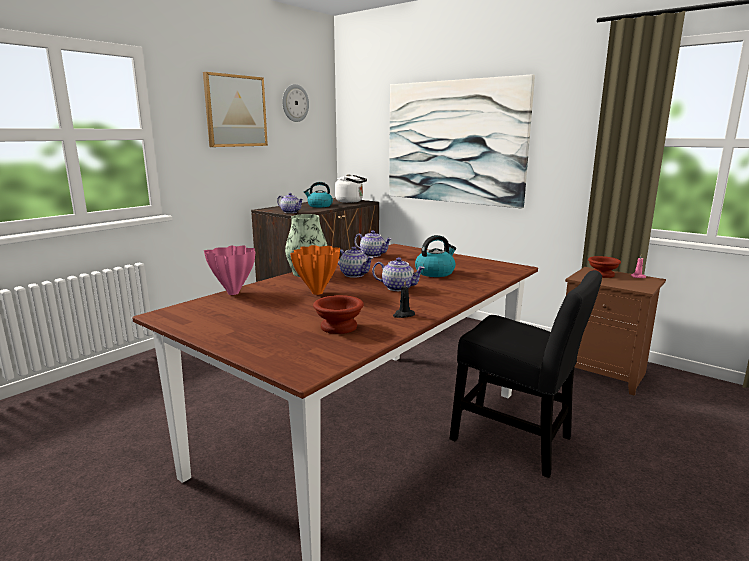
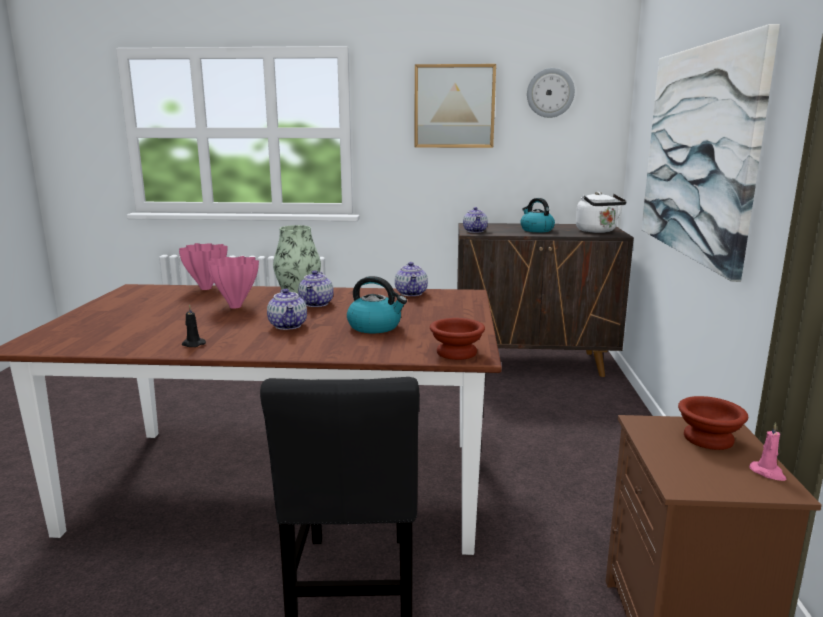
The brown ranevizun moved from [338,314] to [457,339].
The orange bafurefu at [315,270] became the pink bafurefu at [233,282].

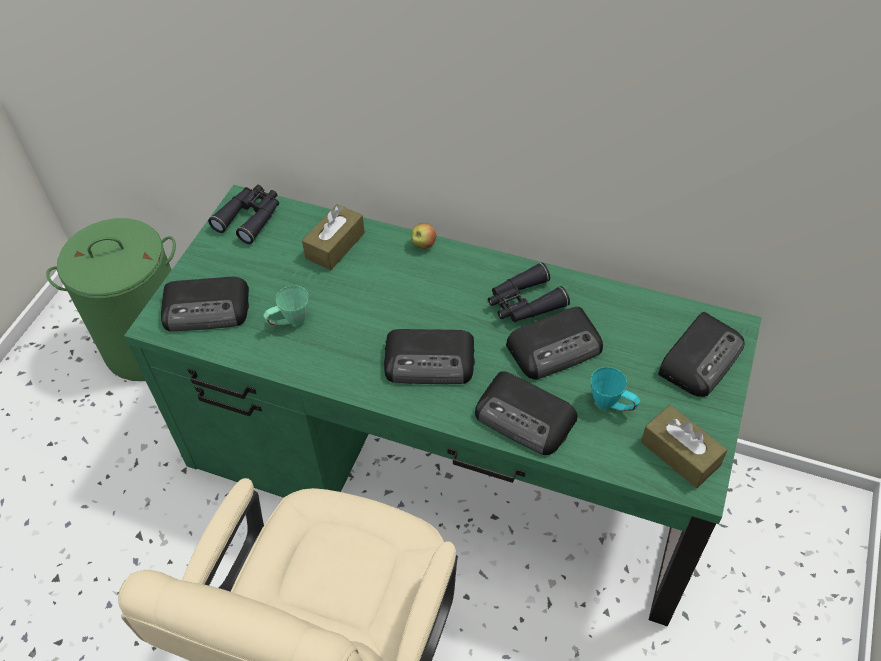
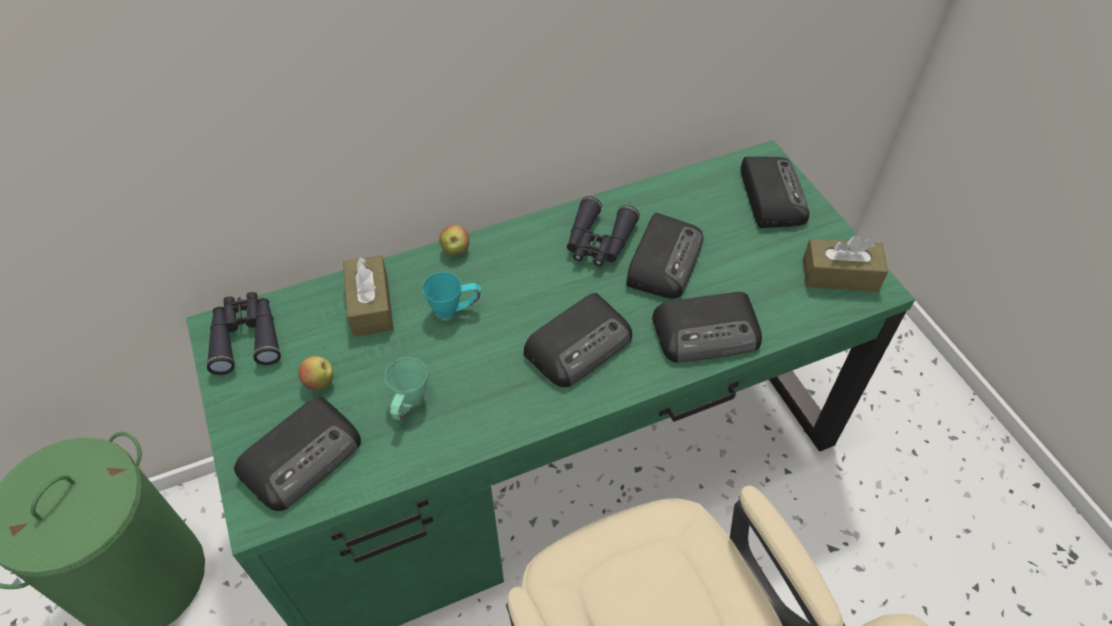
The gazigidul at [315,373] appeared.
The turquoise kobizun moved from [615,389] to [451,295].

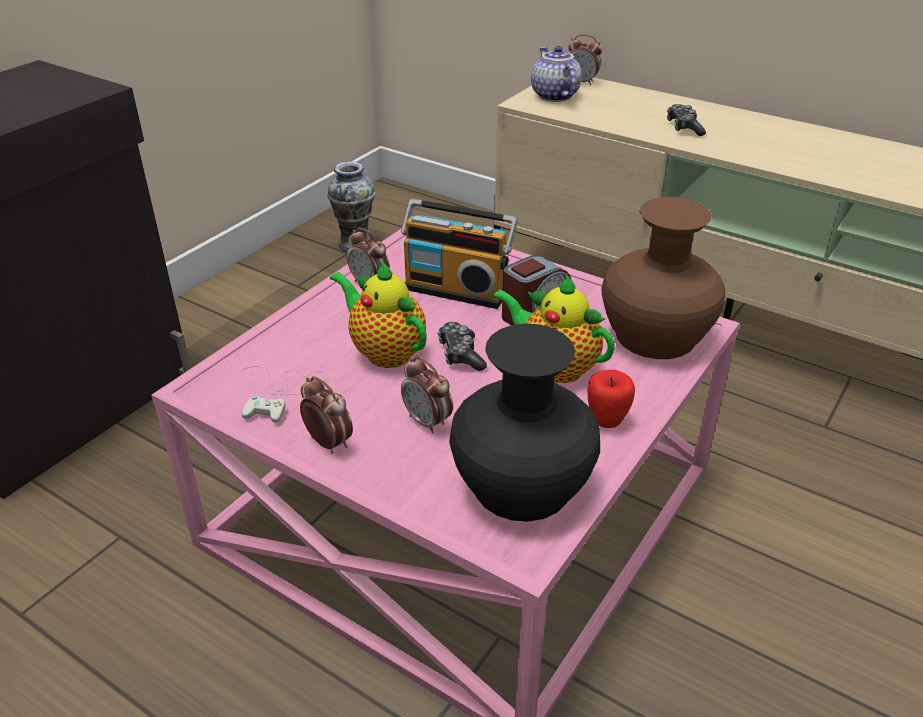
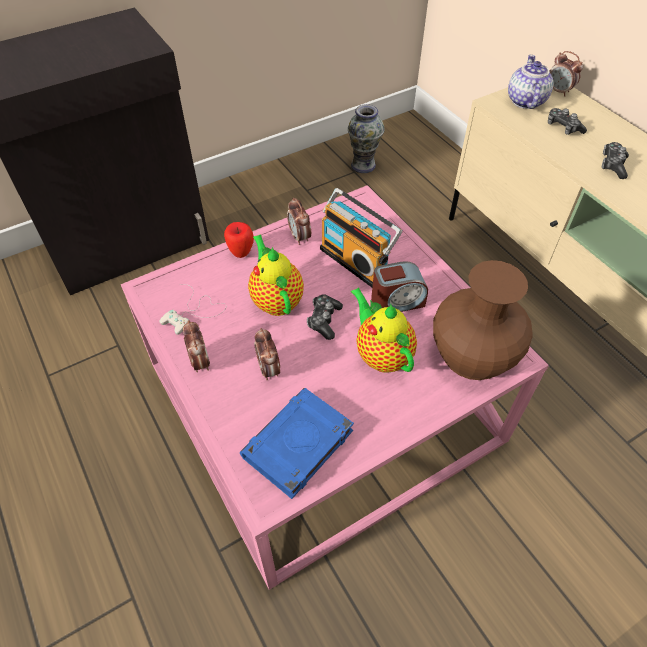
The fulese at [567,121] appeared.
The gazigidul moved from [611,399] to [239,240].
The black bafurefu at [524,423] was replaced by the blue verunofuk at [297,443].

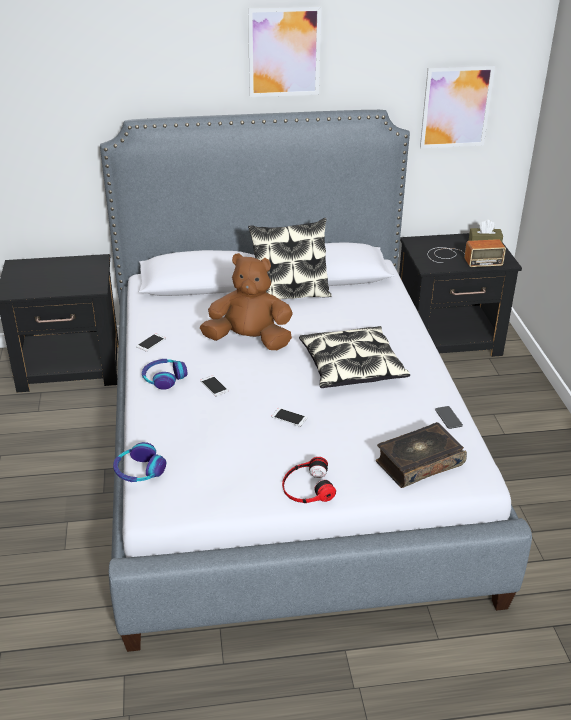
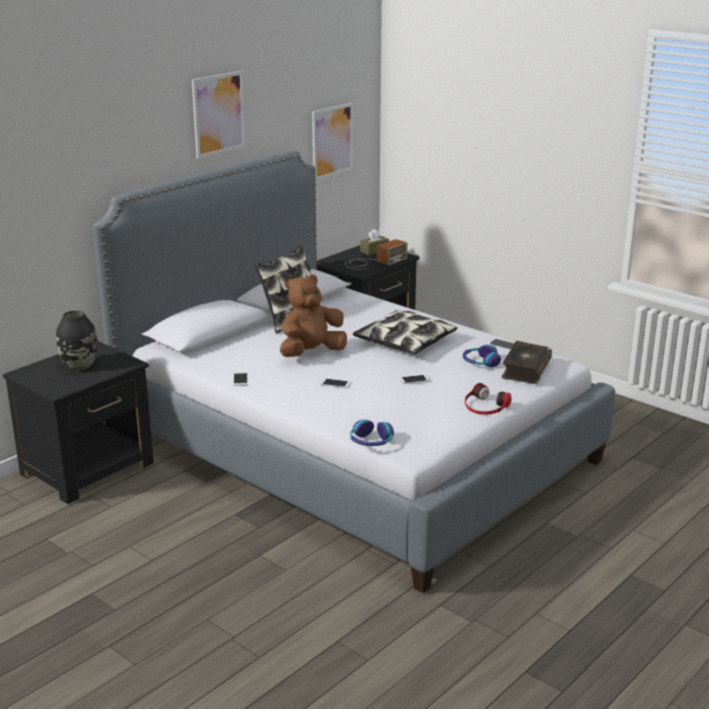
The black bafurefu at [77,340] appeared.
The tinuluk moved from [164,374] to [482,356].

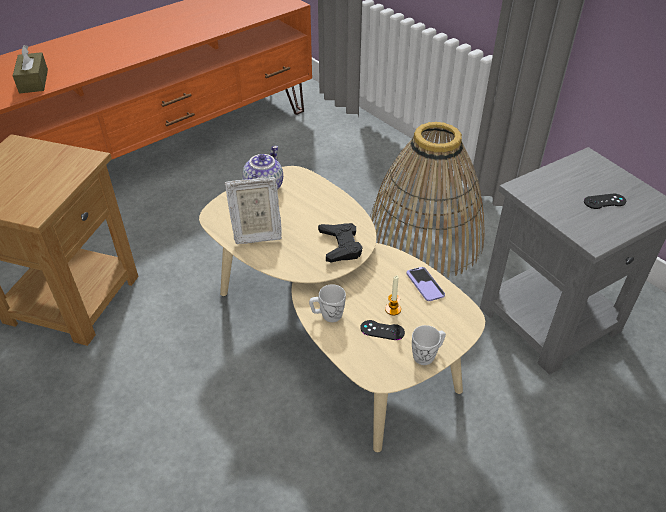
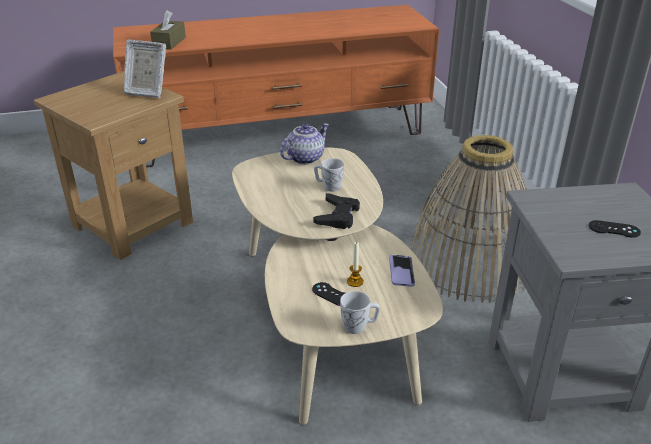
The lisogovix moved from [253,210] to [145,68].
The white kobizun moved from [327,303] to [329,175].

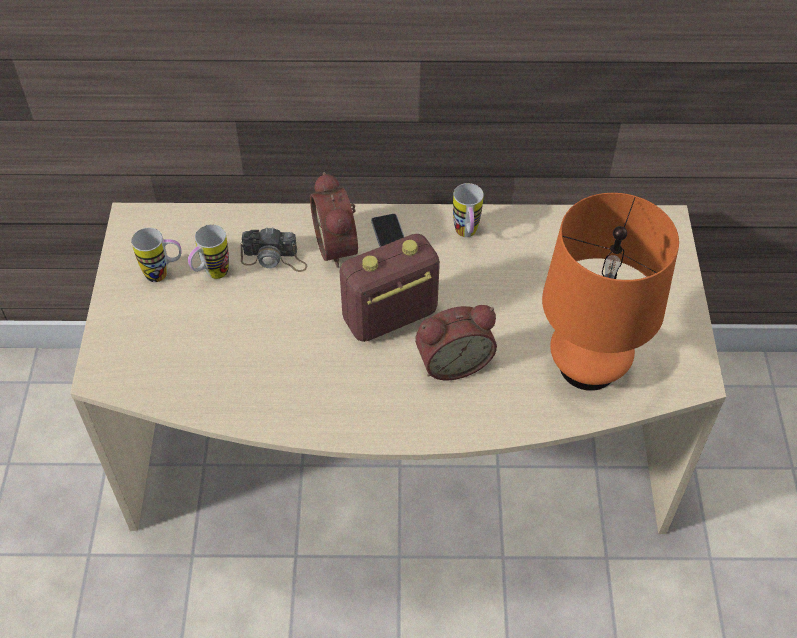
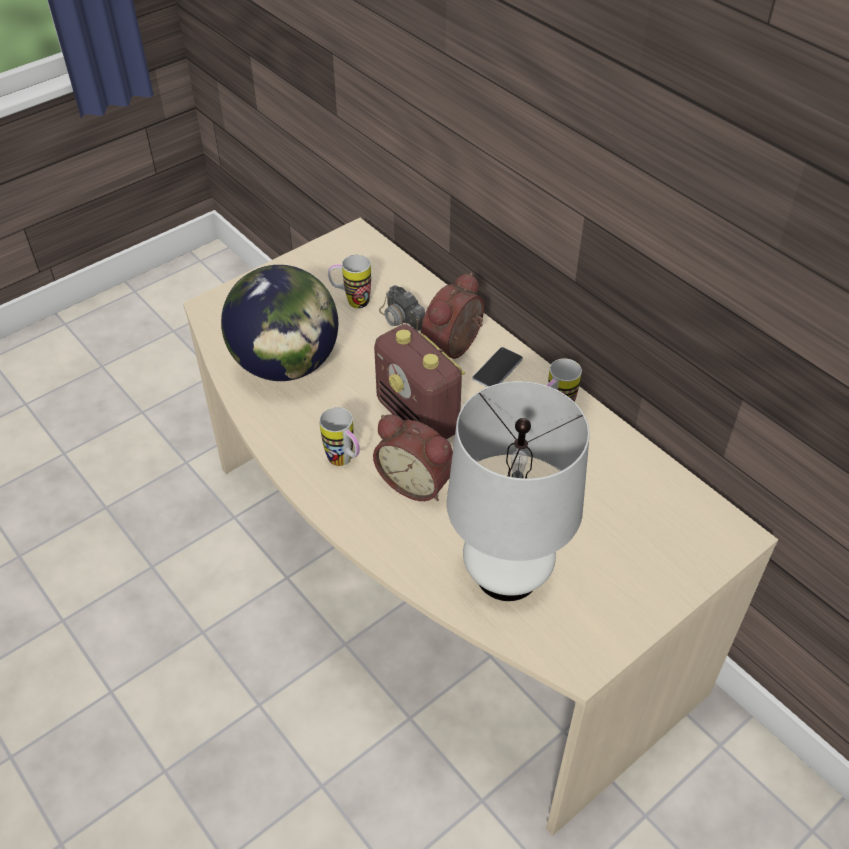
The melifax at [279,323] appeared.
The kobizun moved from [156,255] to [339,436].
The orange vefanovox at [610,292] became the white vefanovox at [518,491].
The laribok at [389,288] turned 150 degrees counterclockwise.

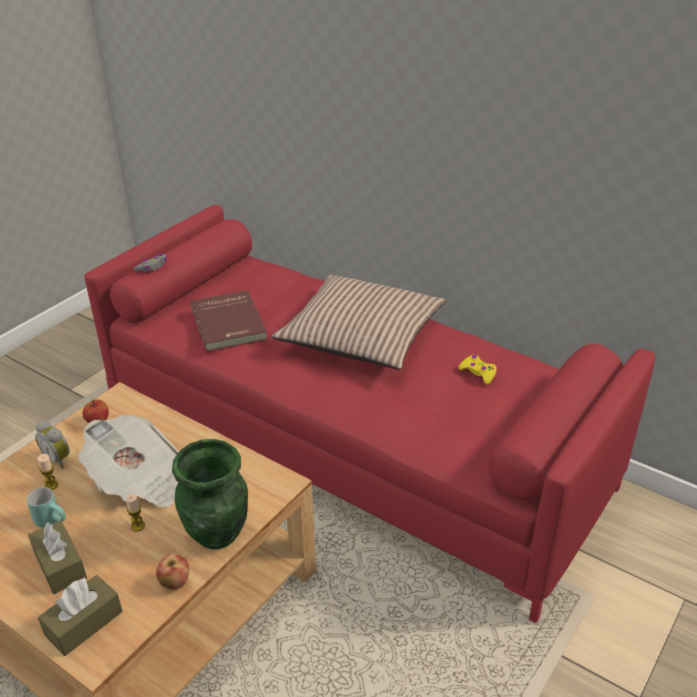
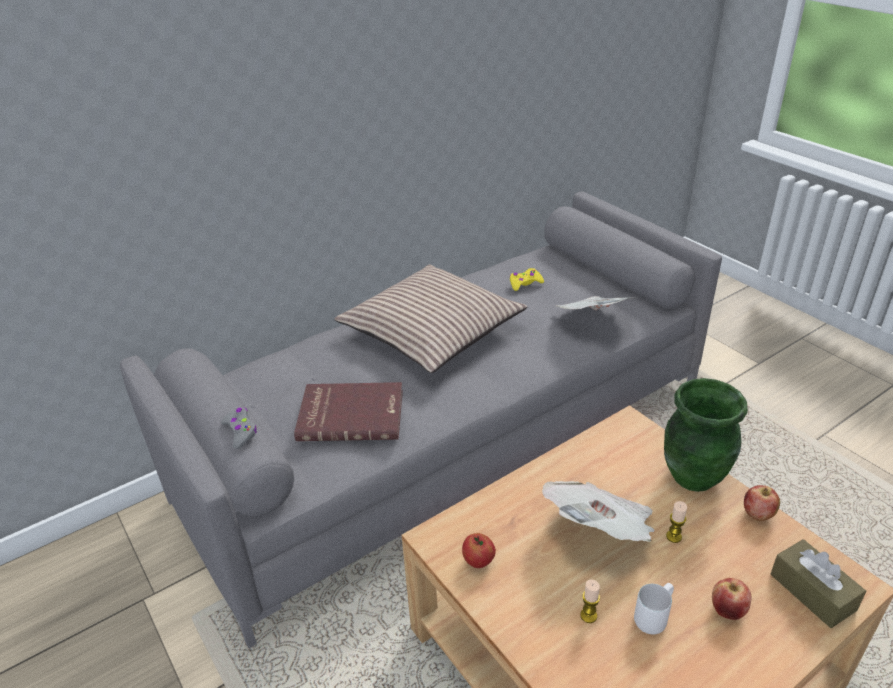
The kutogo at [52,445] disappeared.
The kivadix at [595,303] appeared.
The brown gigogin at [57,557] was replaced by the gazigidul at [732,599].
The turquoise kobizun at [46,507] became the white kobizun at [654,608].
The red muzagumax at [369,414] became the grey muzagumax at [421,419].

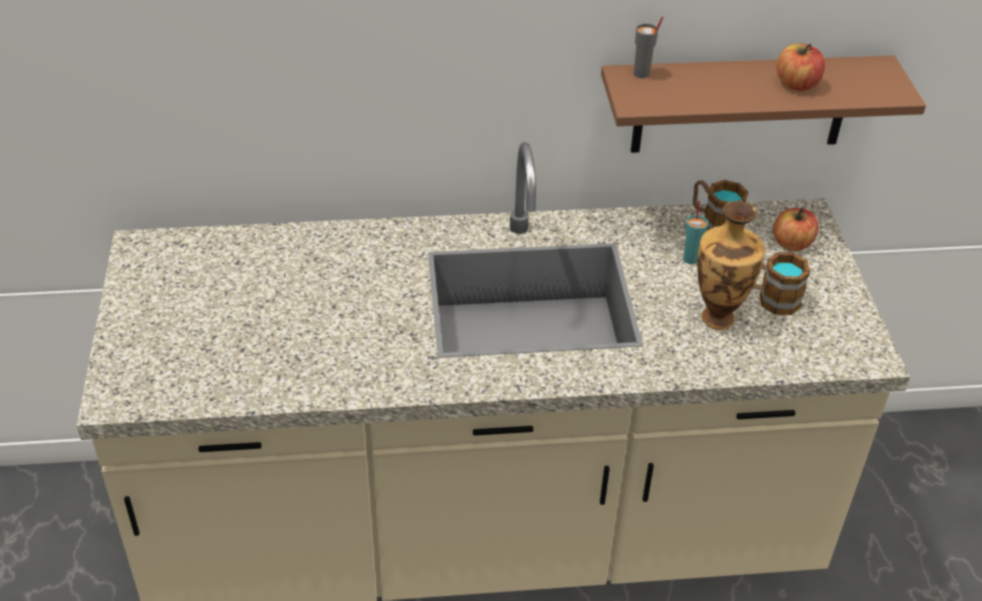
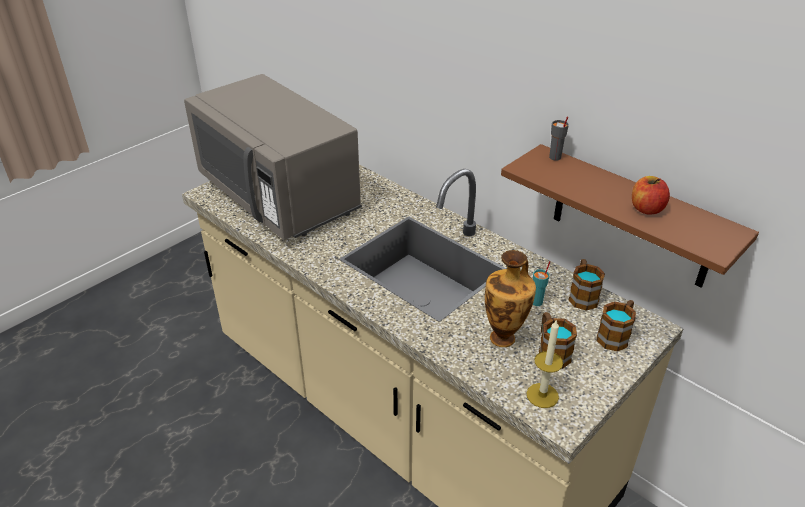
The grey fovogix at [273,157] appeared.
The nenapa at [545,363] appeared.
The gazigidul at [795,229] was replaced by the kobizun at [616,325].

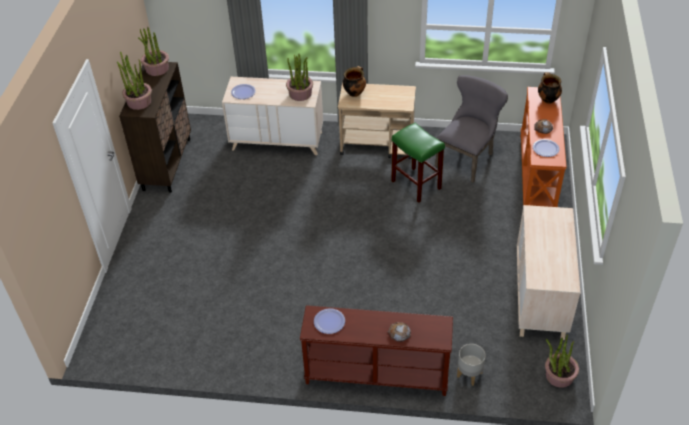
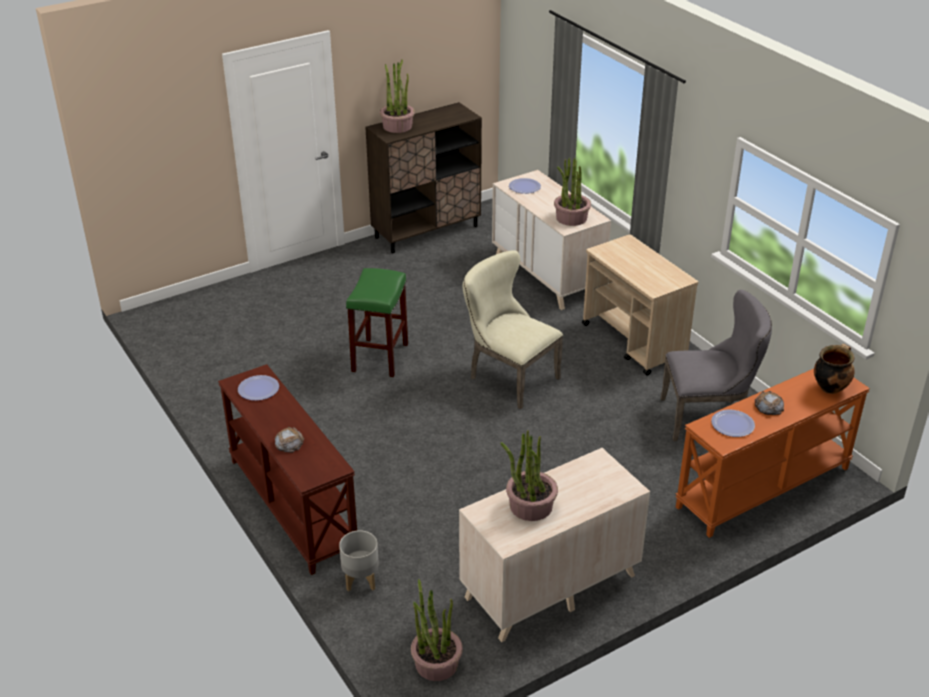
The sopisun at [354,81] disappeared.
The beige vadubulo at [513,329] appeared.
The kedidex moved from [153,51] to [529,475].
The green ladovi moved from [418,163] to [377,322].

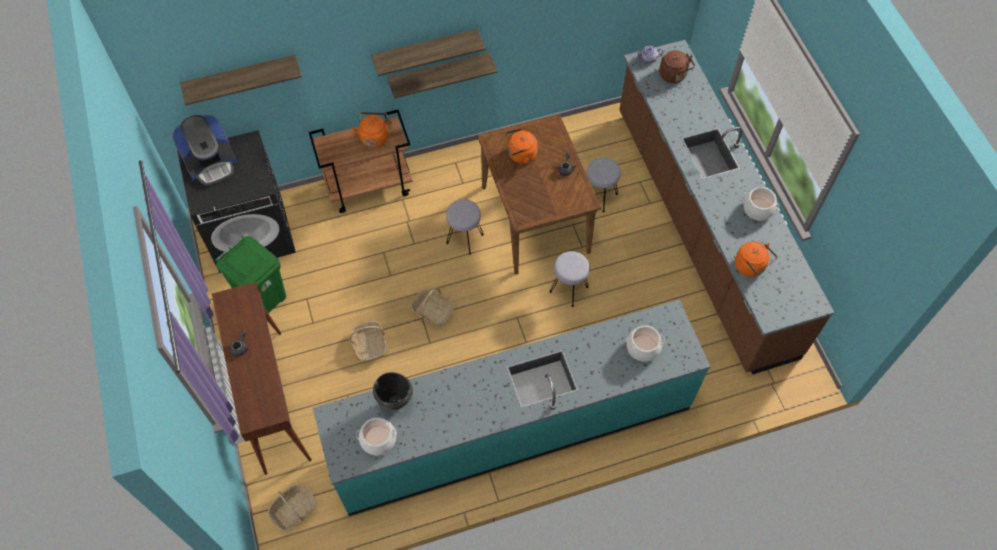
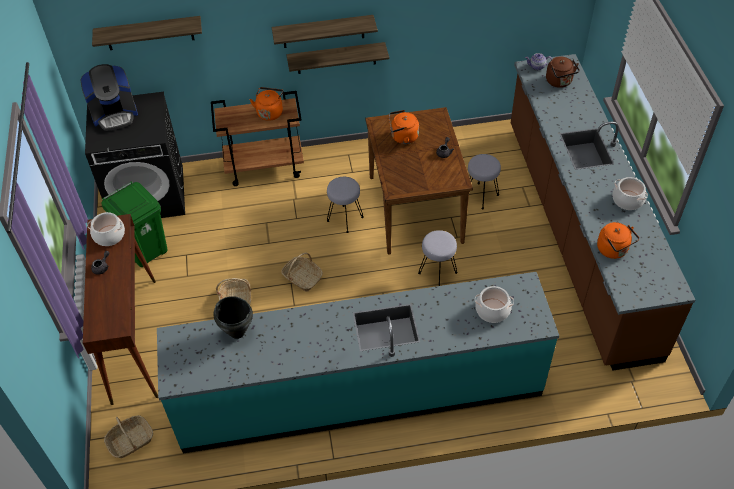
The sopisun moved from [376,436] to [106,229].

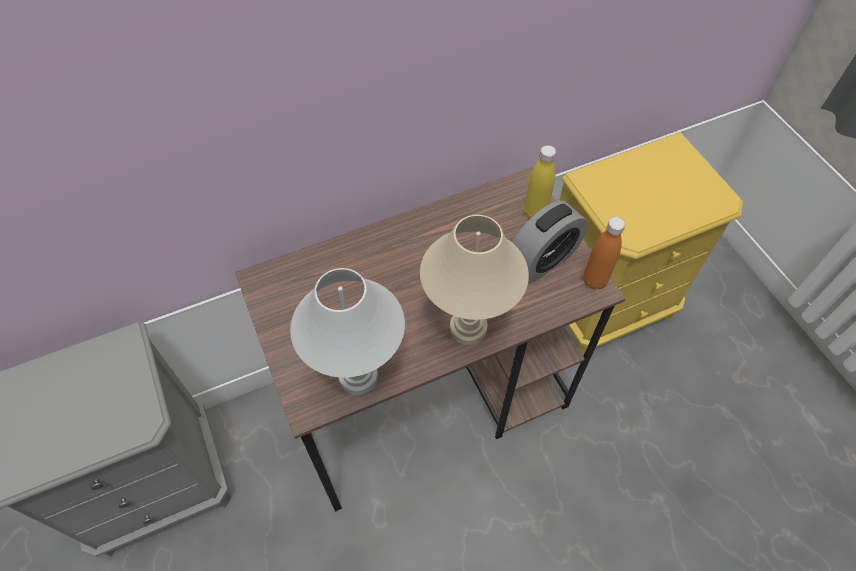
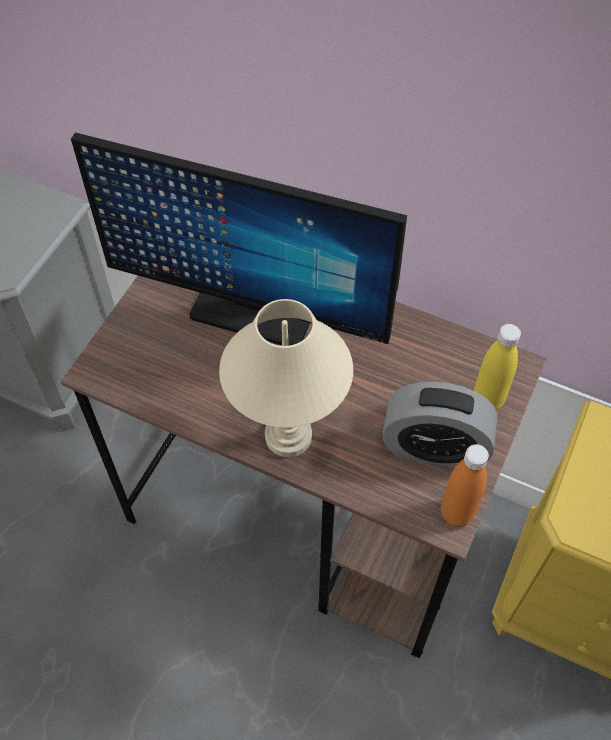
The white vefanovox at [347,331] disappeared.
The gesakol at [239,239] appeared.

